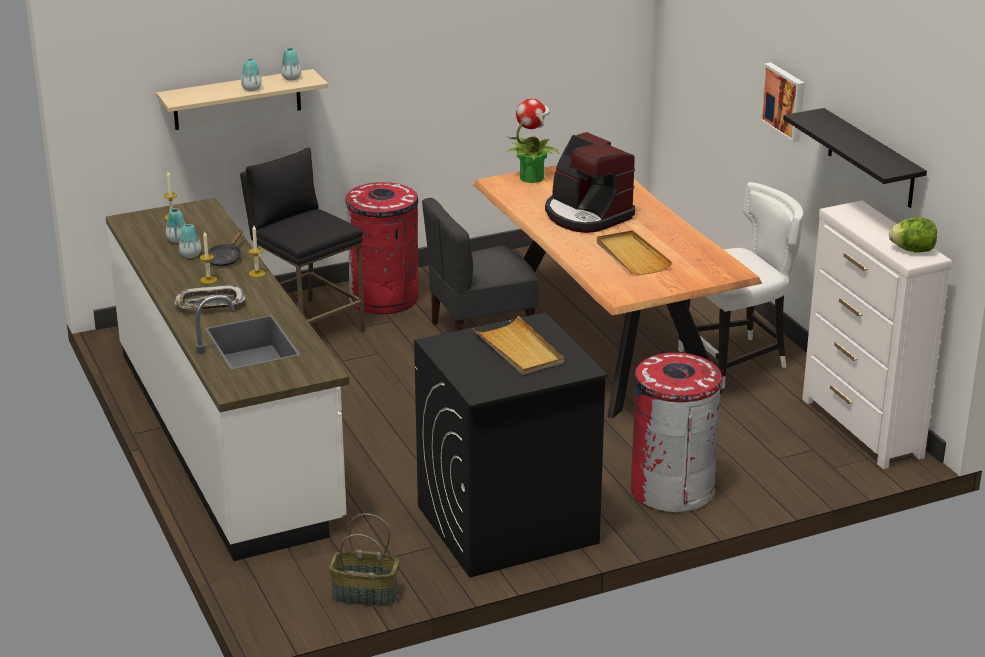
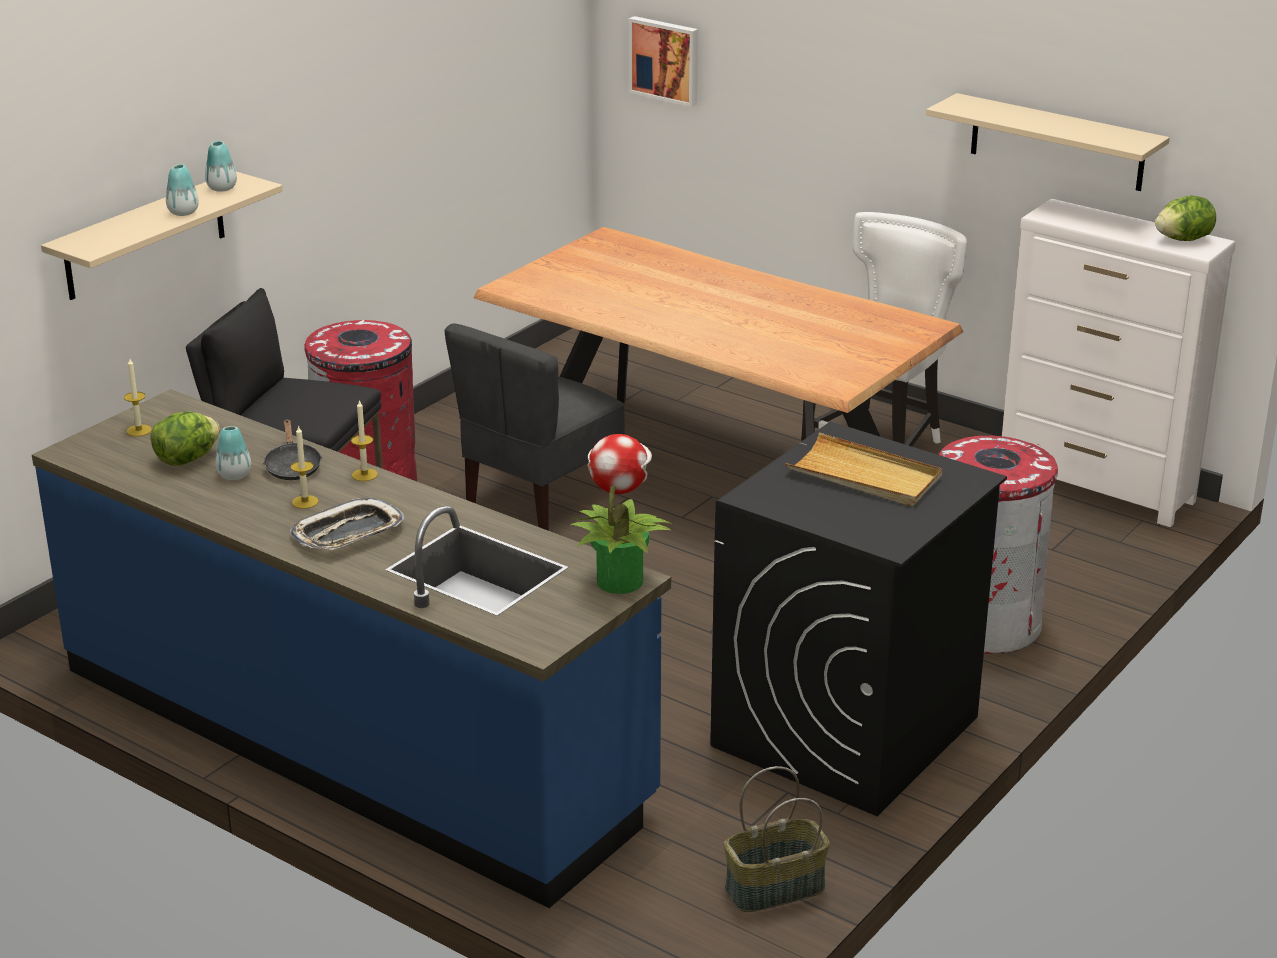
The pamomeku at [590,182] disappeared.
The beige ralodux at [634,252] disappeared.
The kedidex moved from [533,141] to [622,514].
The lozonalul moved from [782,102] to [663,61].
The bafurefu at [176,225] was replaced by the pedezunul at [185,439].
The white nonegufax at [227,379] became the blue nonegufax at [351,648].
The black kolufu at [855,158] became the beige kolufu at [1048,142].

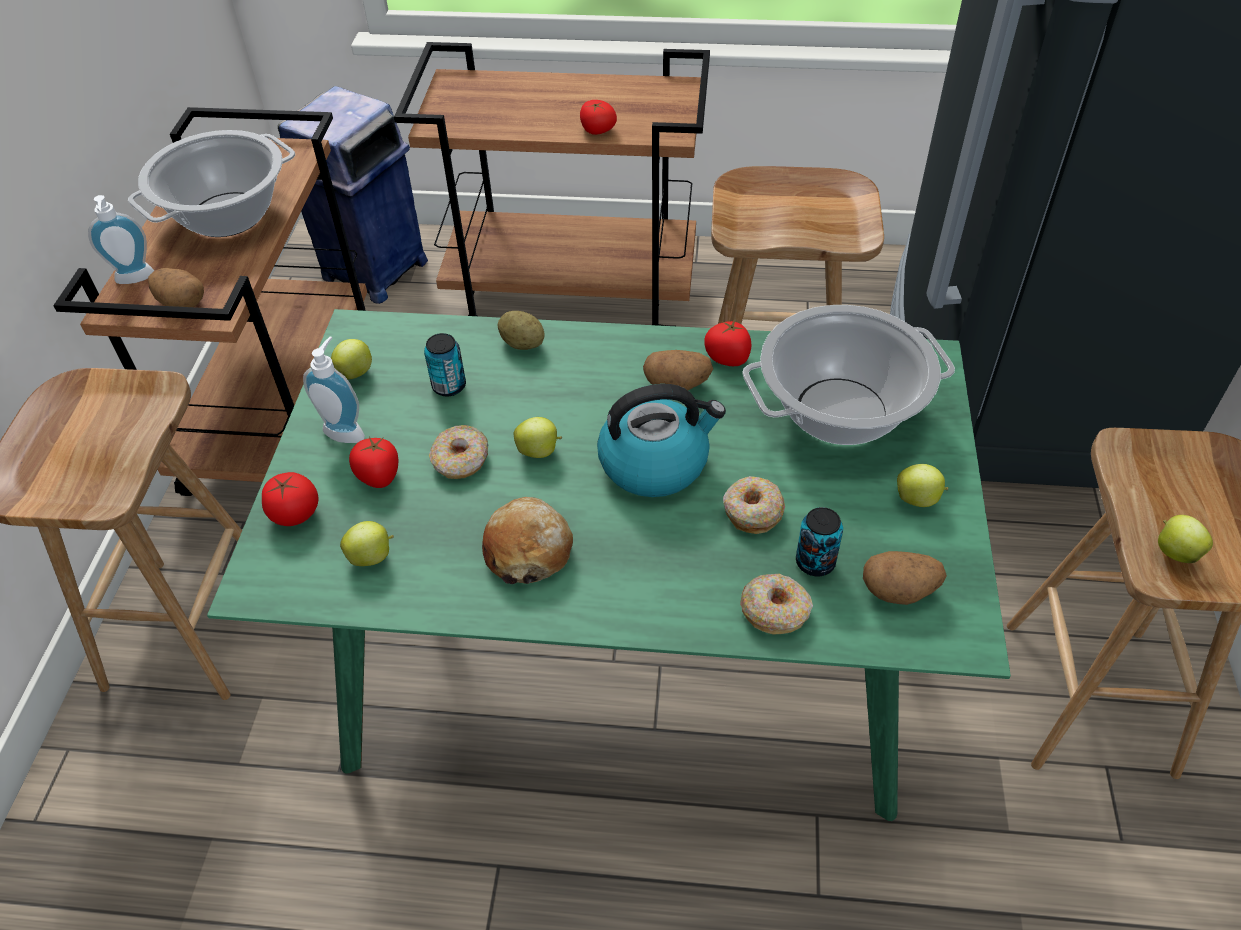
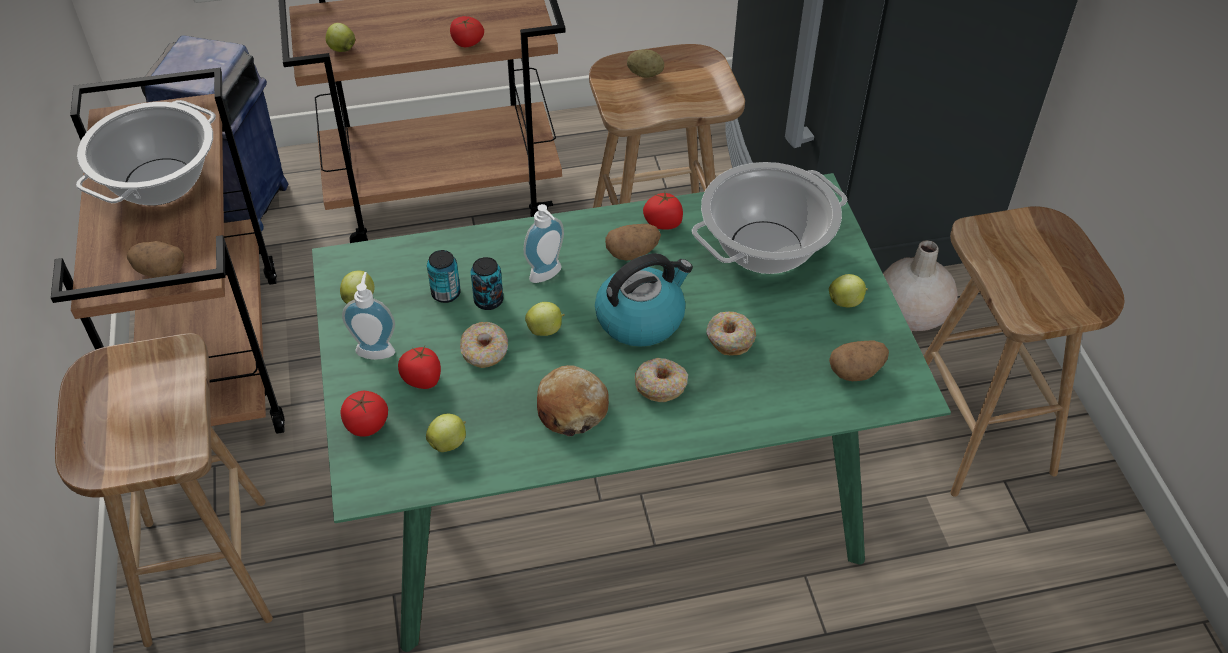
The beige bafurefu at [920,285] appeared.
The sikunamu moved from [121,239] to [544,243].
The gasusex moved from [521,330] to [645,63].
The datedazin moved from [776,604] to [661,380].
The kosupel moved from [819,541] to [486,283].
The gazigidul moved from [1185,539] to [340,37].

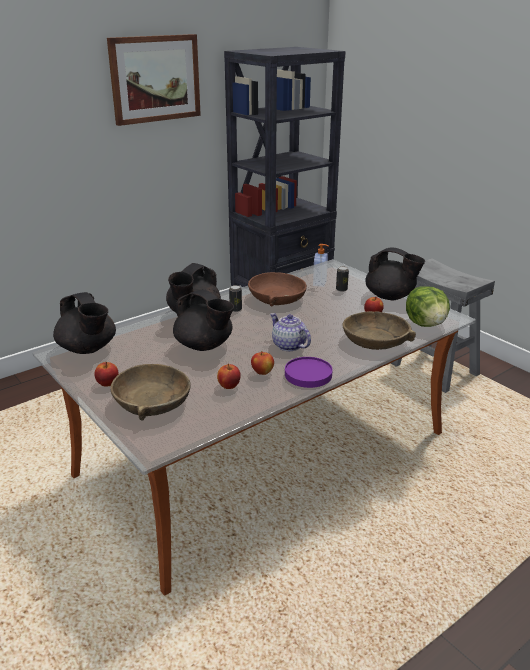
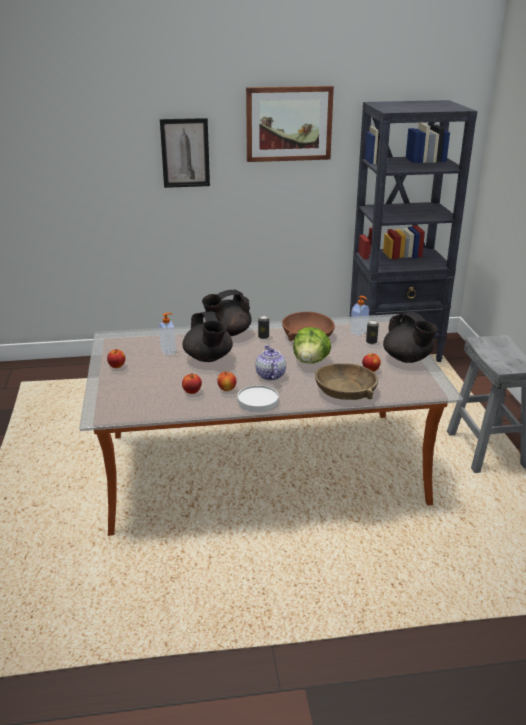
The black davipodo at [84,323] disappeared.
The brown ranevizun at [150,392] disappeared.
The sikunamu at [167,334] appeared.
The lozonalul at [185,153] appeared.
The pedezunul moved from [428,306] to [312,345].
The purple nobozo at [308,372] became the white nobozo at [258,398].

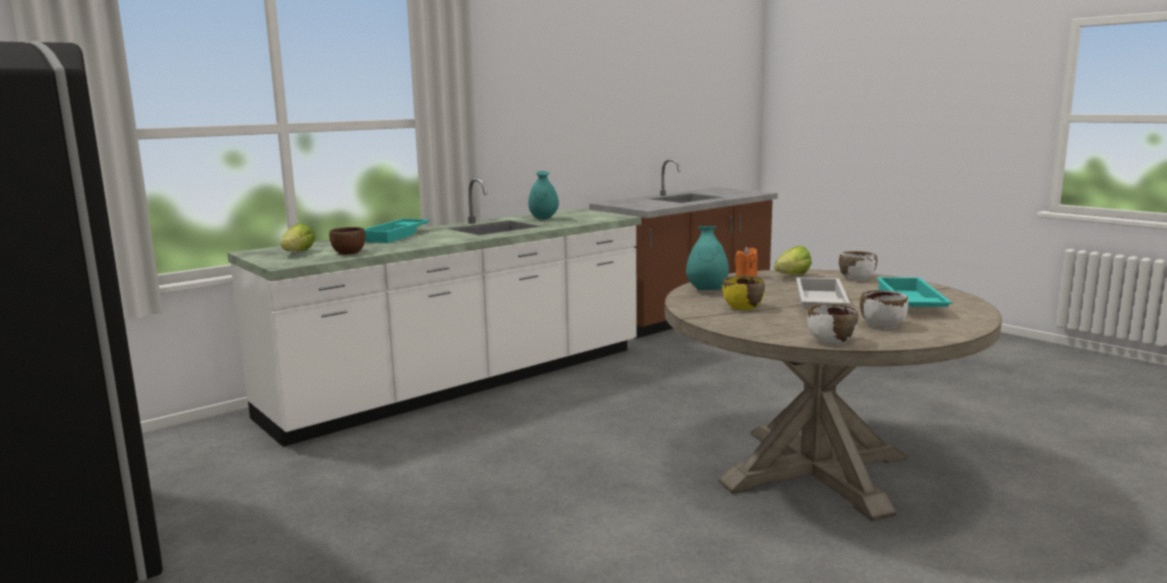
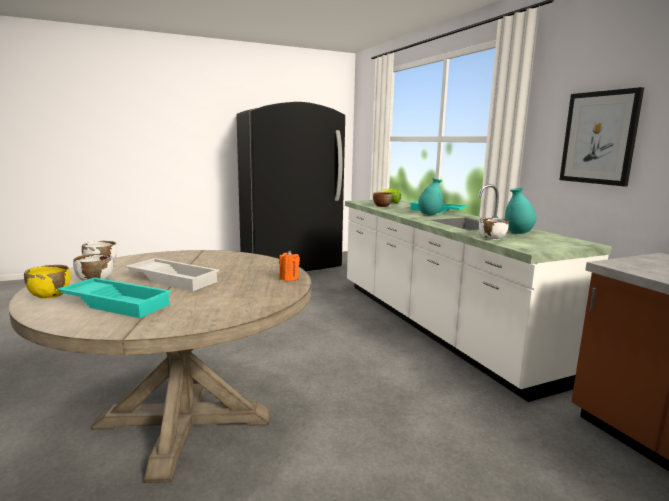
The pedezunul at [793,260] disappeared.
The lozonalul at [601,136] appeared.
The turquoise bafurefu moved from [707,258] to [430,197].
The yellow ranevizun moved from [743,293] to [47,282].
The white ranevizun moved from [858,266] to [494,228].

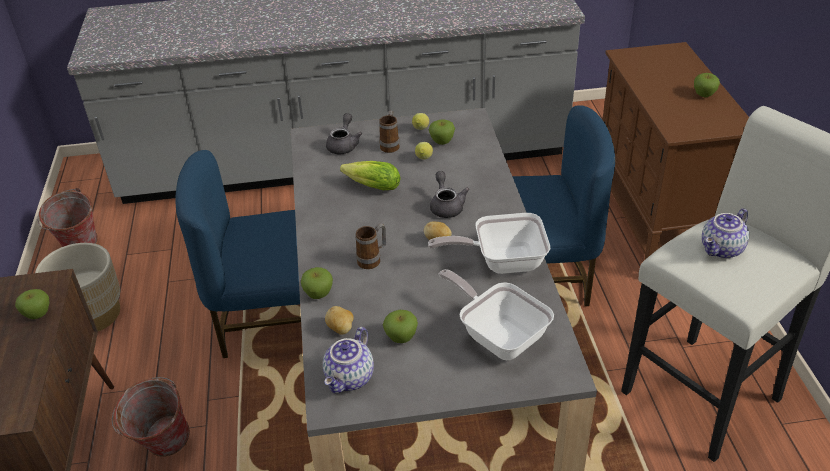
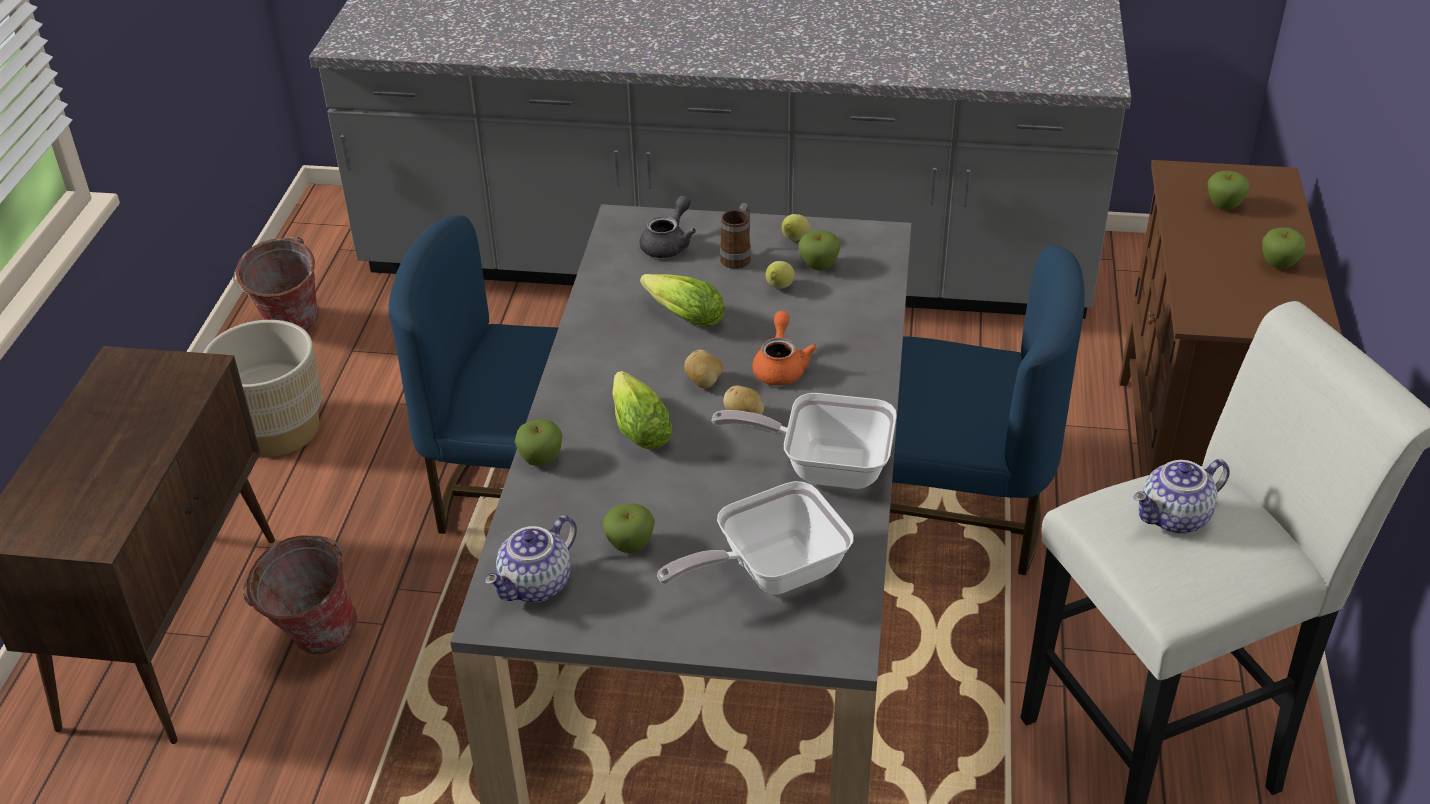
The gazigidul moved from [32,304] to [1229,190].
The gasusex moved from [339,320] to [703,369].
The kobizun at [370,246] was replaced by the pedezunul at [642,410].
The grey davipodo at [449,194] became the orange davipodo at [784,348].
The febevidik at [496,314] turned 90 degrees counterclockwise.

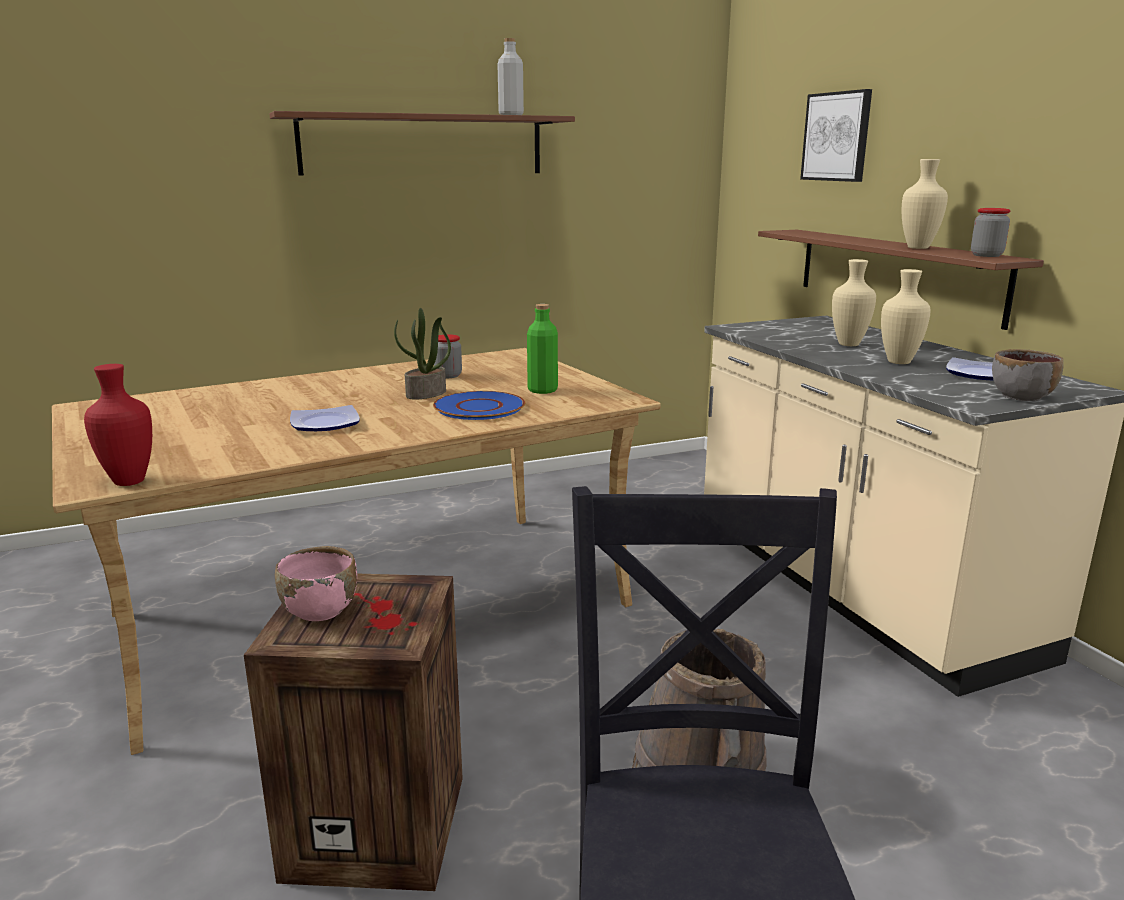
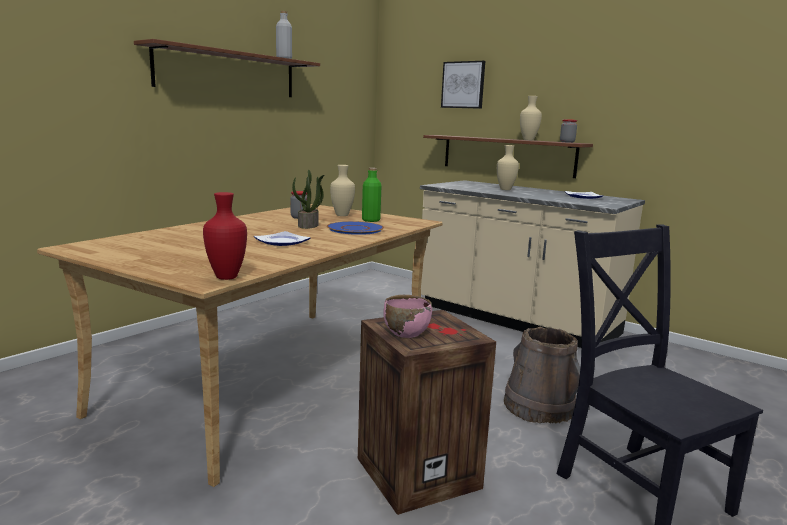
The grey ranevizun at [1028,375] disappeared.
The beige bafurefu moved from [906,316] to [342,190].

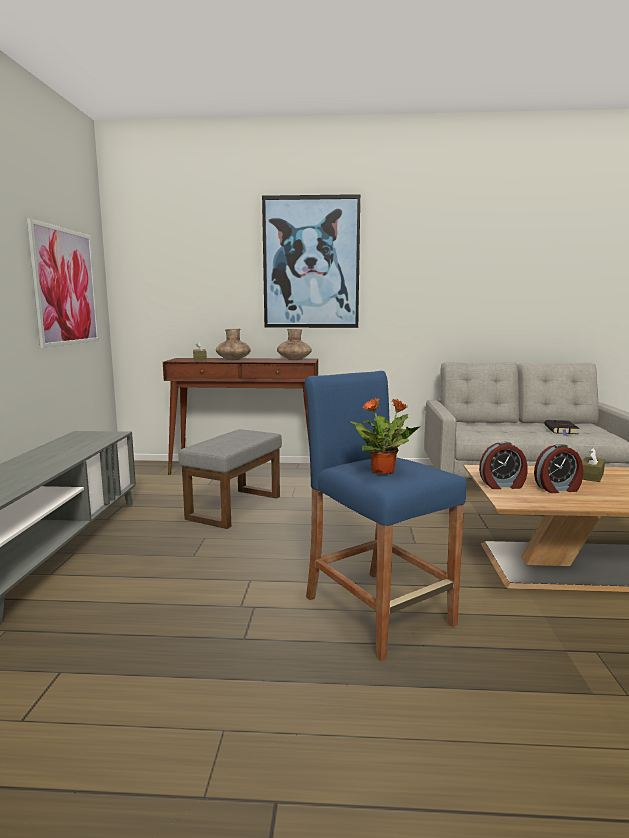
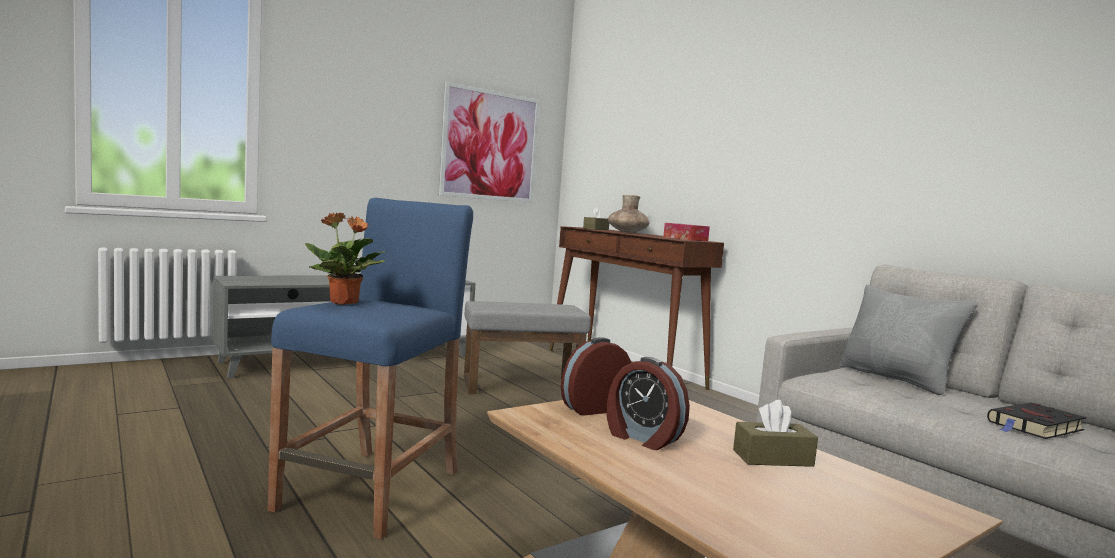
The lozonalul at [311,261] disappeared.
The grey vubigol at [908,340] appeared.
The brown bafurefu at [294,344] was replaced by the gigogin at [686,232].
The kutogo at [503,465] turned 105 degrees clockwise.

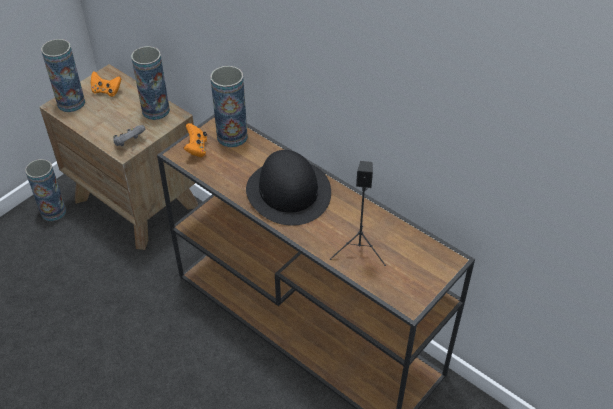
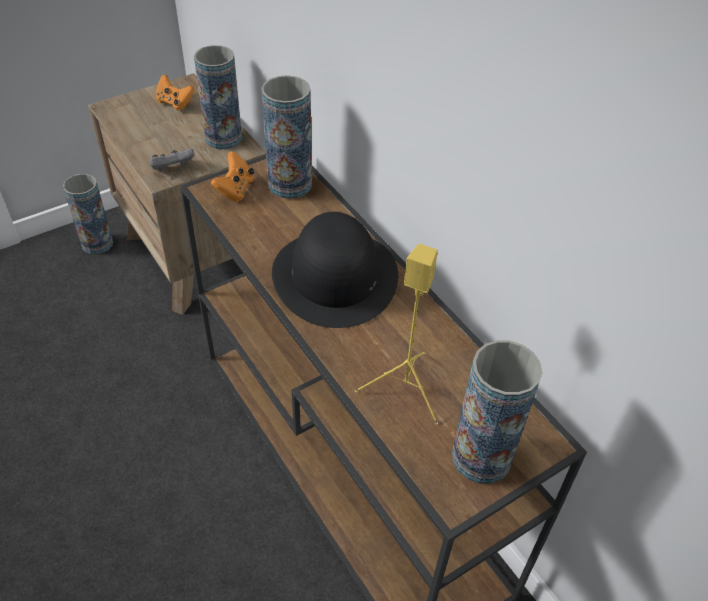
The bafurefu moved from [63,75] to [497,412].
The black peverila at [358,213] became the yellow peverila at [396,334].

